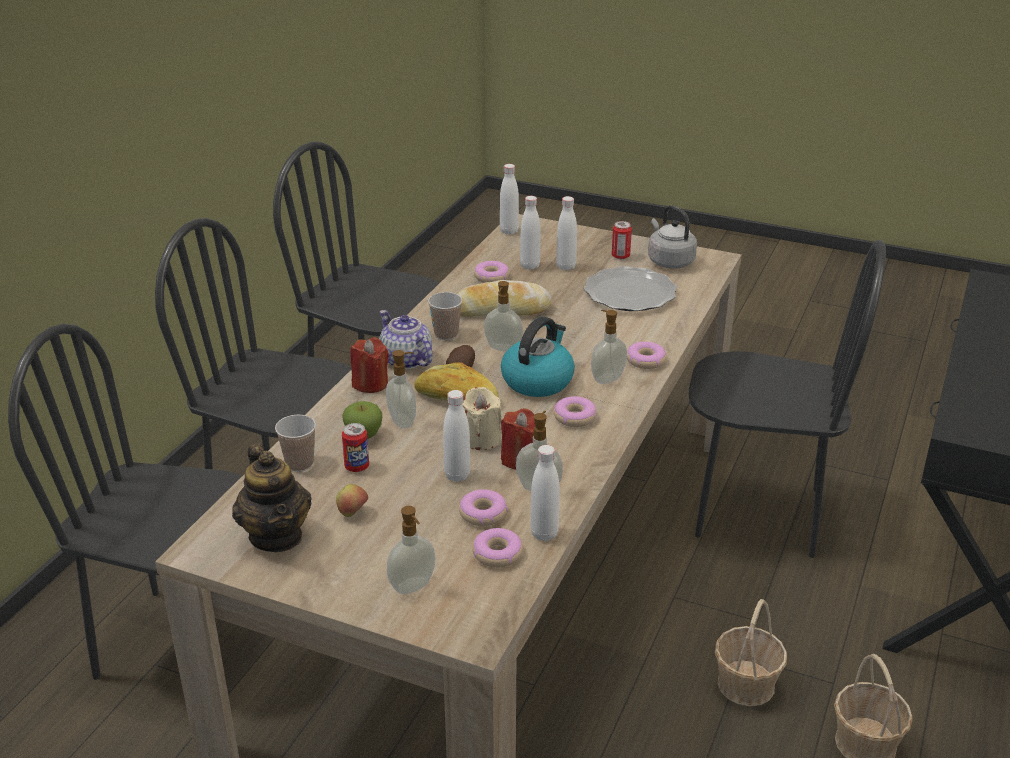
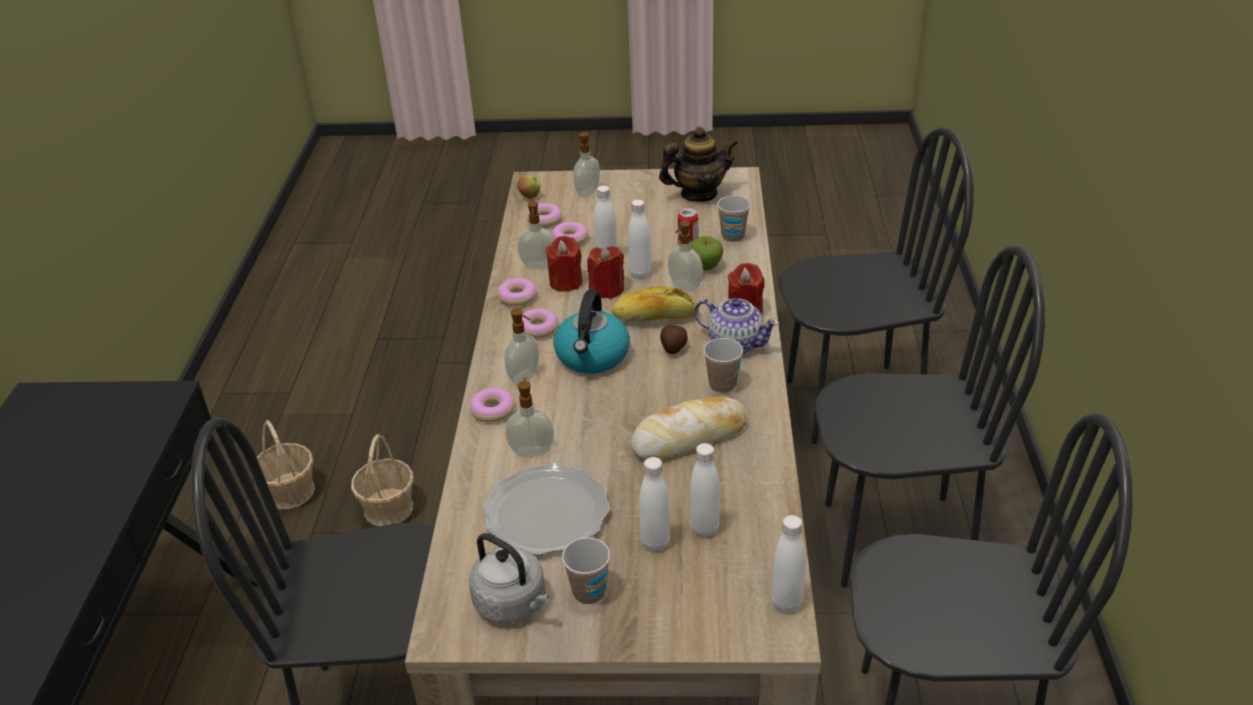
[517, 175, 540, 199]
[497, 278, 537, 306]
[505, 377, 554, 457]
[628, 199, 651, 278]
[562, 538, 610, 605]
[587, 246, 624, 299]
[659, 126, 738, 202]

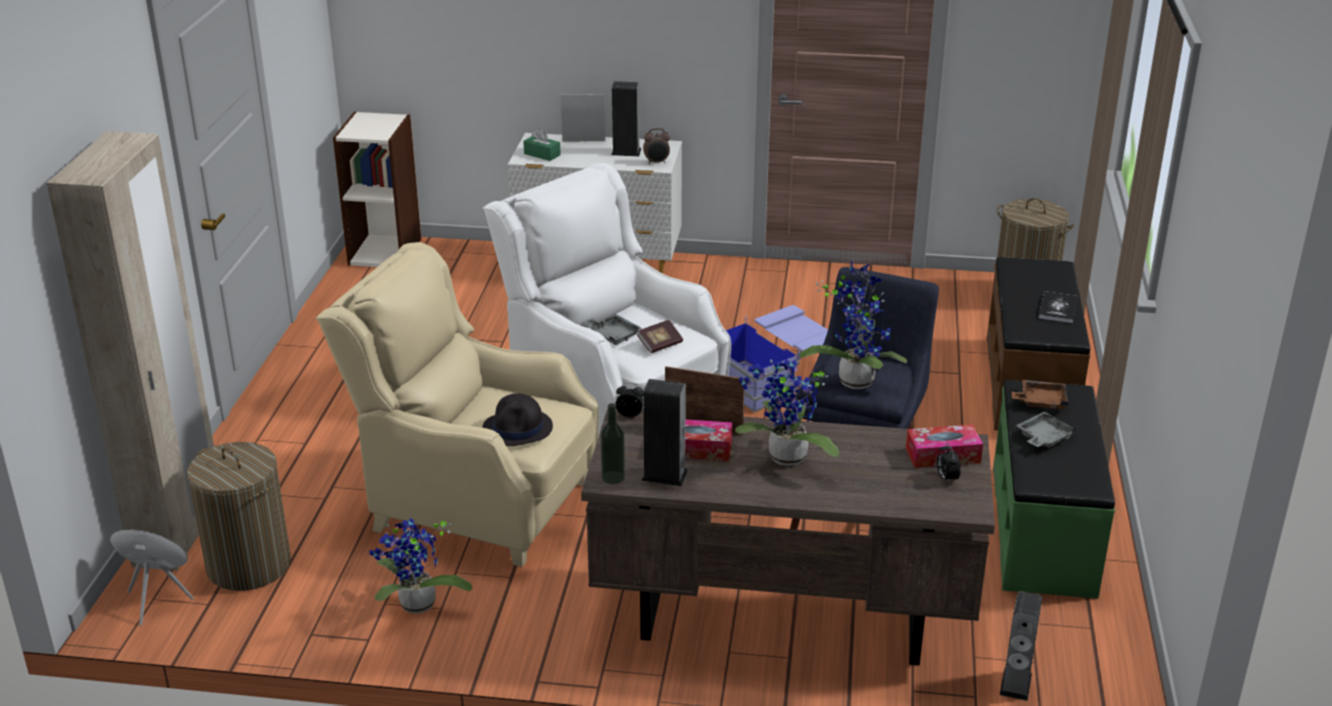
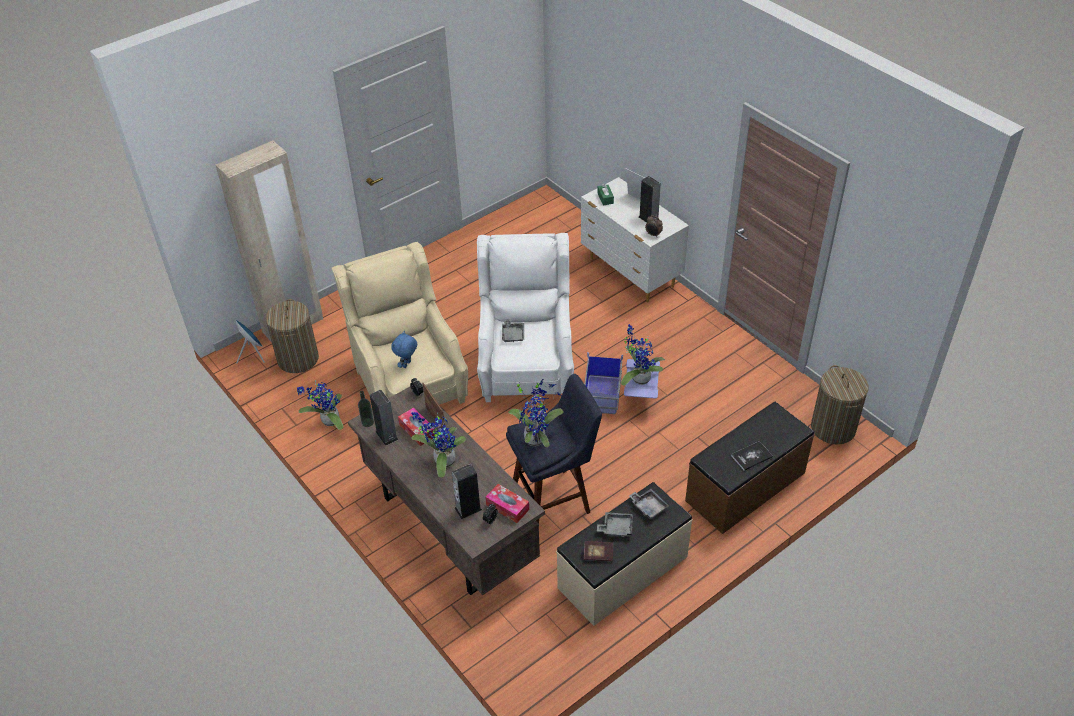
[333, 112, 421, 267] (first image)
[621, 324, 665, 386]
[584, 541, 613, 562]
[452, 464, 482, 519]
[391, 331, 417, 368]
[556, 482, 693, 626]
[629, 489, 669, 519]

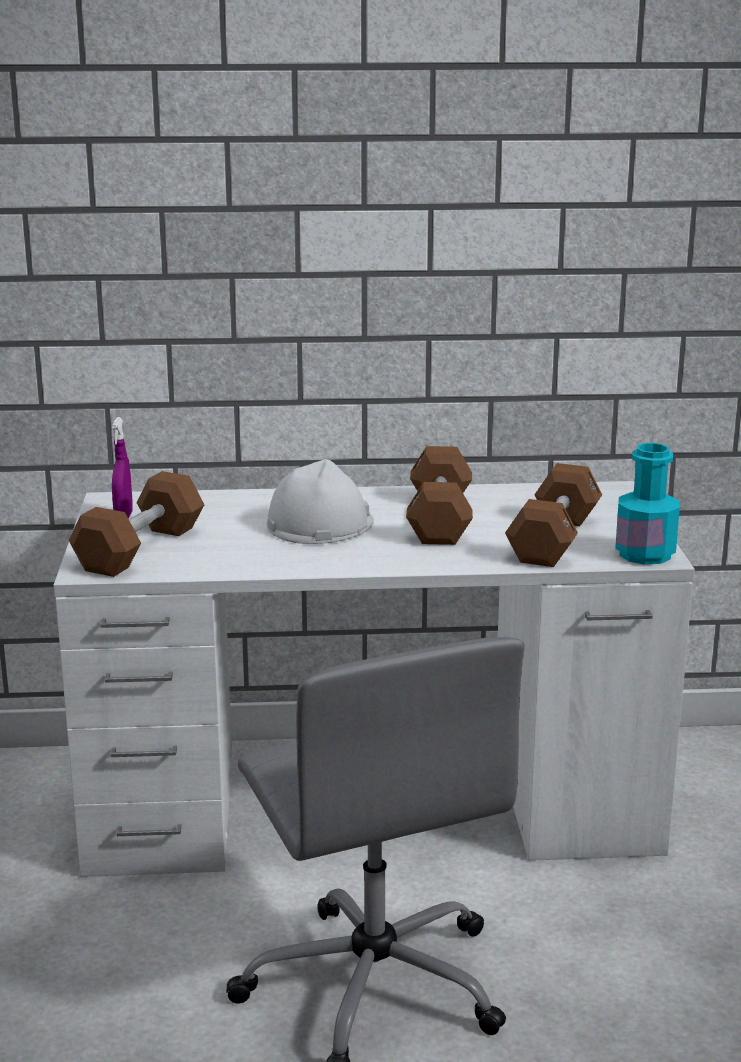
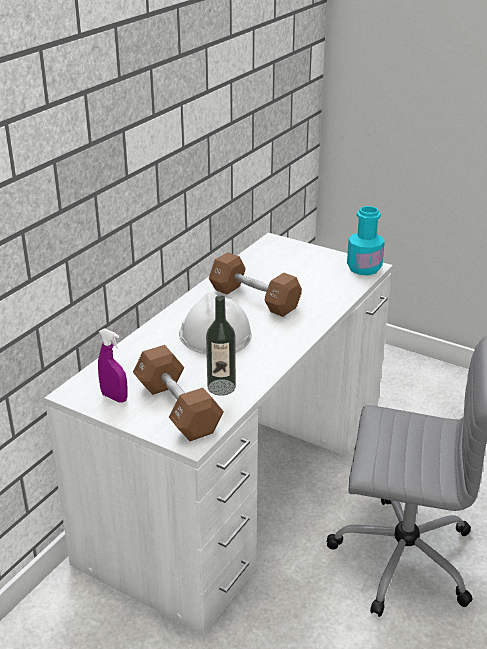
[505, 463, 602, 567] (first image)
[206, 295, 236, 396]

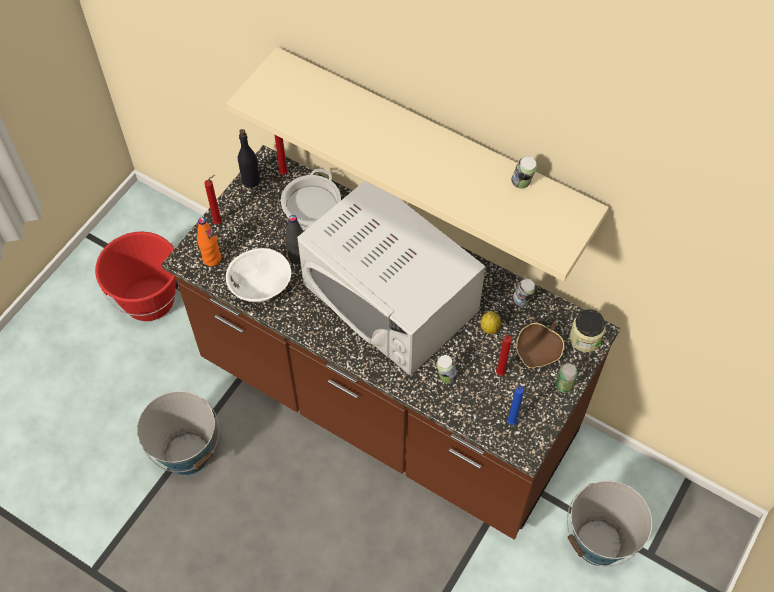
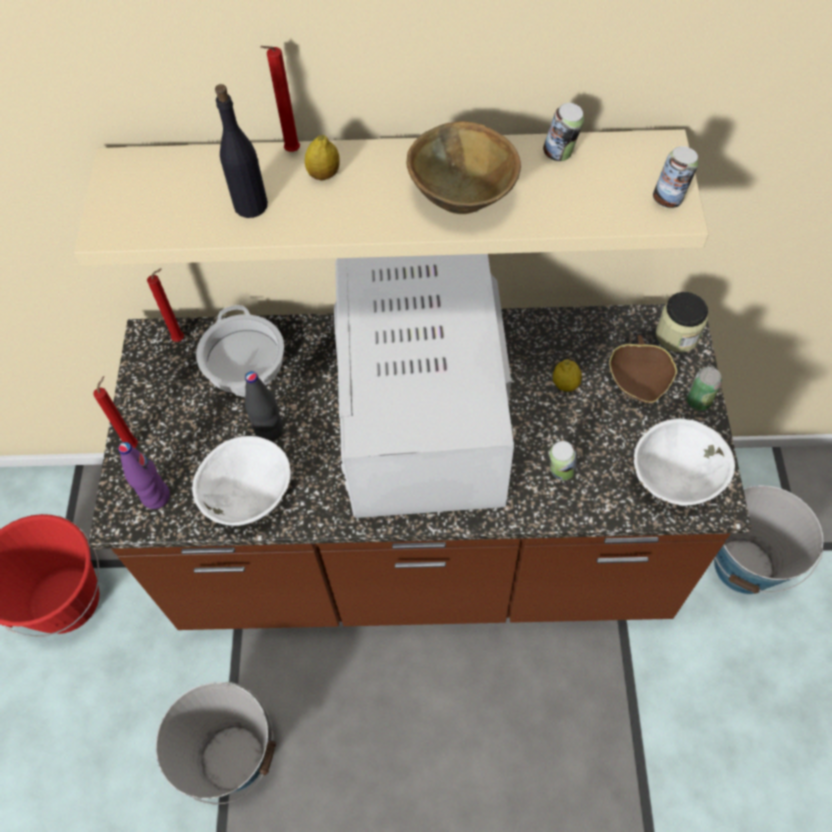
[305, 135, 340, 181]
[406, 121, 521, 214]
[215, 84, 268, 218]
[260, 46, 300, 152]
[653, 146, 698, 208]
[634, 418, 735, 506]
[118, 442, 170, 509]
[334, 254, 514, 518]

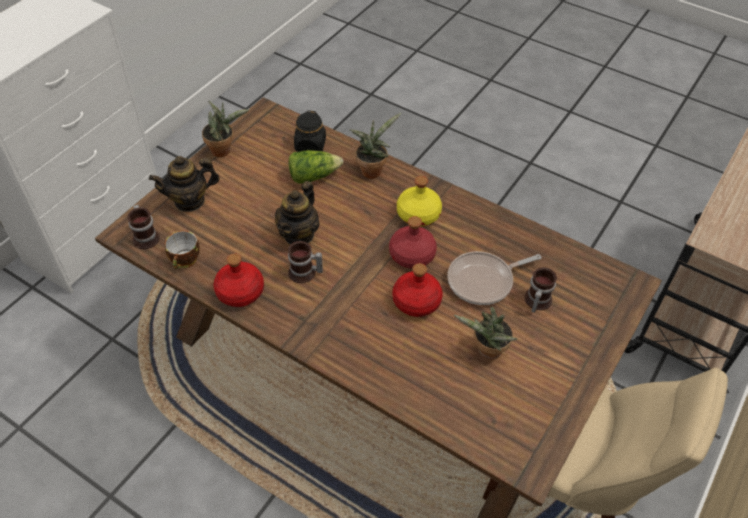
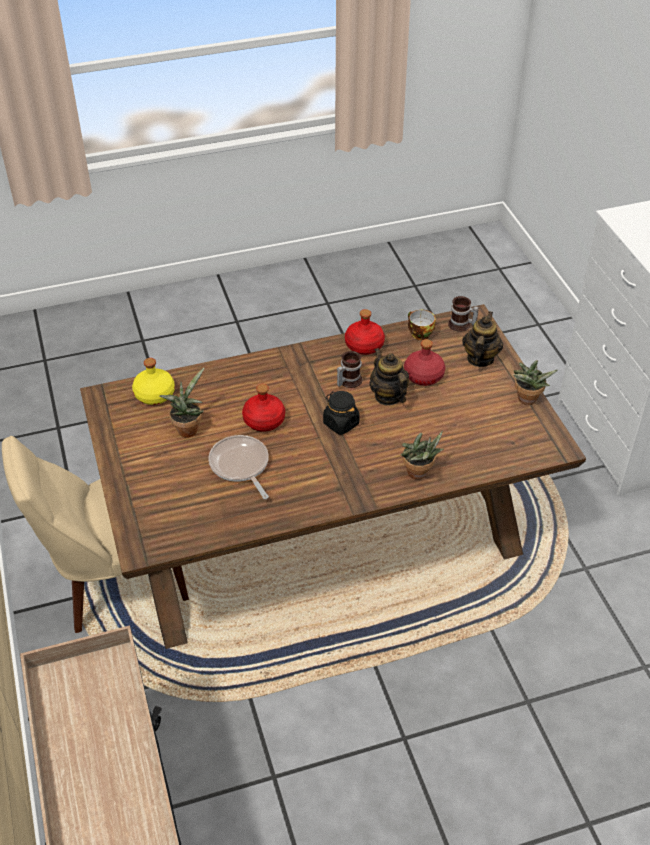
[288, 150, 343, 184] (first image)
[524, 267, 557, 313] (first image)
[323, 391, 360, 435]
[404, 339, 445, 386]
[132, 358, 175, 405]
[208, 435, 269, 499]

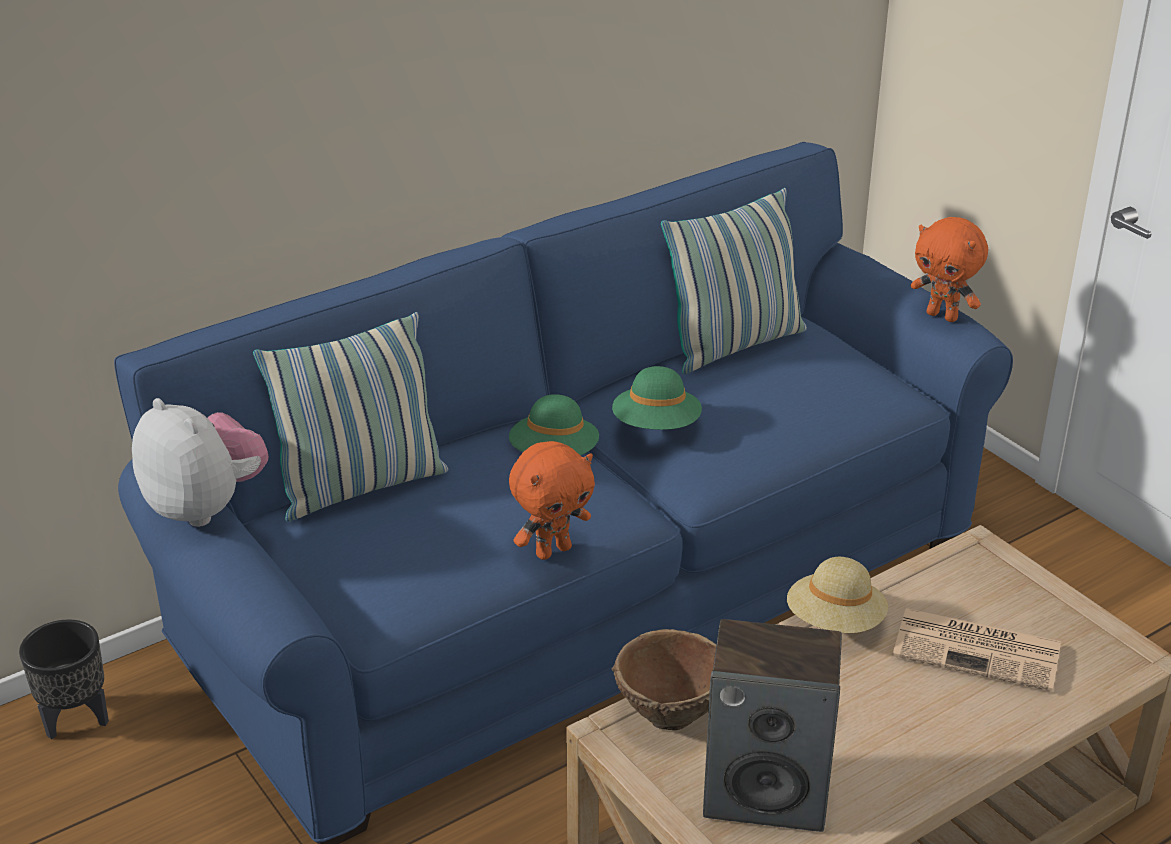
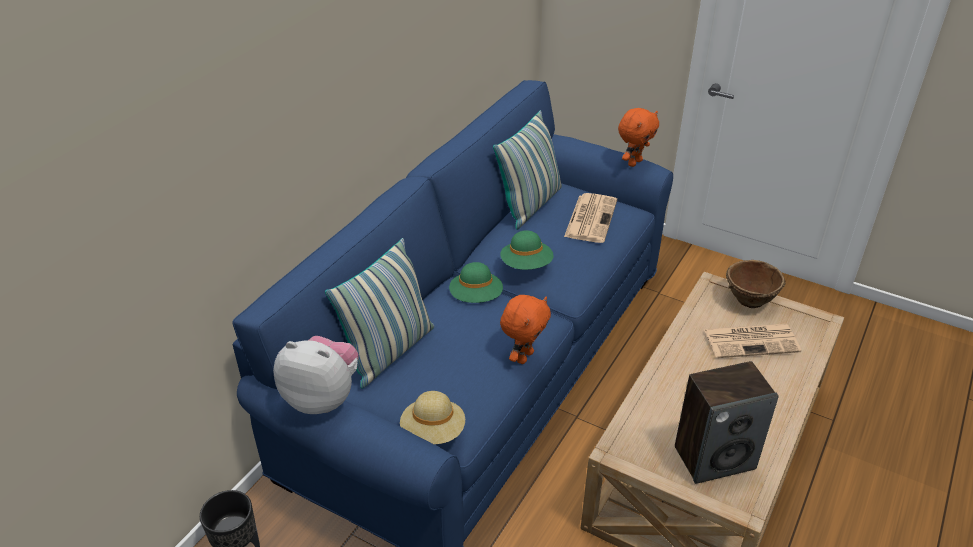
[564, 193, 617, 243]
[726, 260, 786, 308]
[400, 391, 465, 444]
[618, 108, 659, 167]

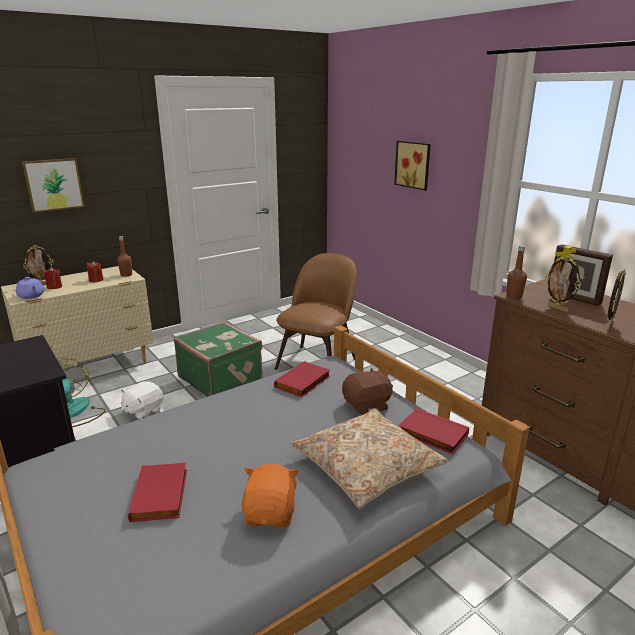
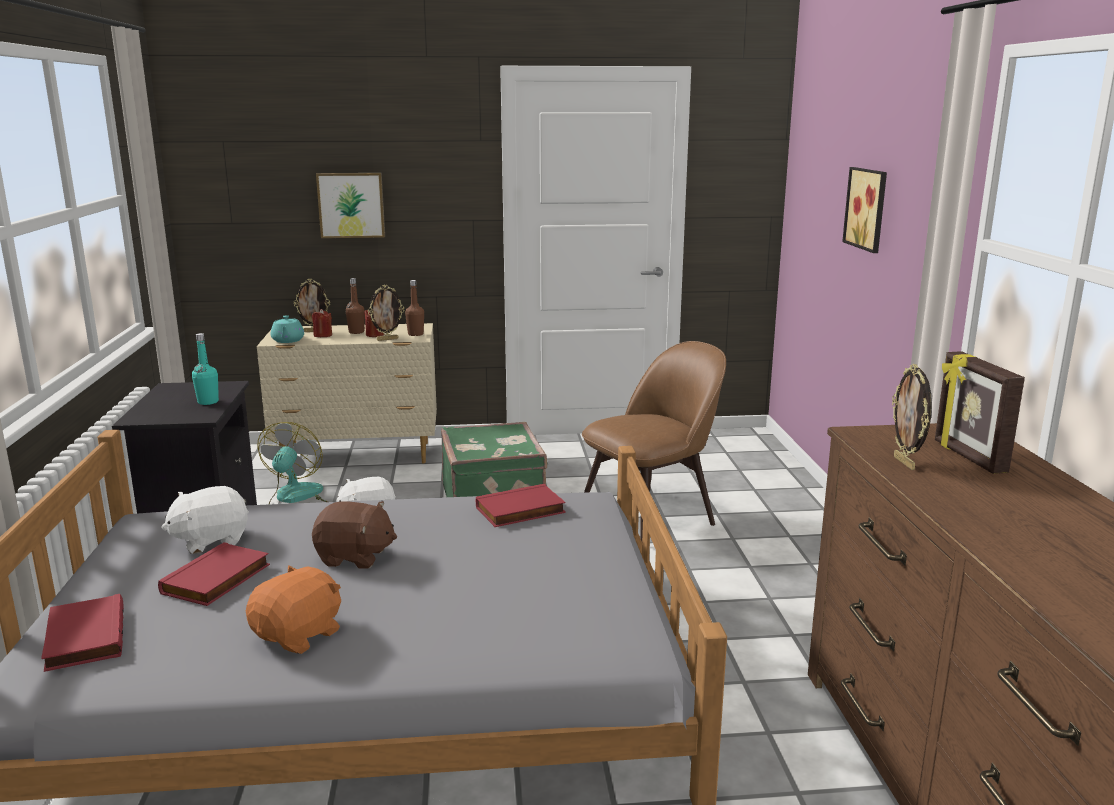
[291, 408, 449, 509] (first image)
[161, 486, 249, 554]
[192, 333, 219, 405]
[312, 501, 397, 569]
[41, 594, 124, 672]
[346, 278, 365, 334]
[368, 285, 404, 341]
[271, 315, 304, 343]

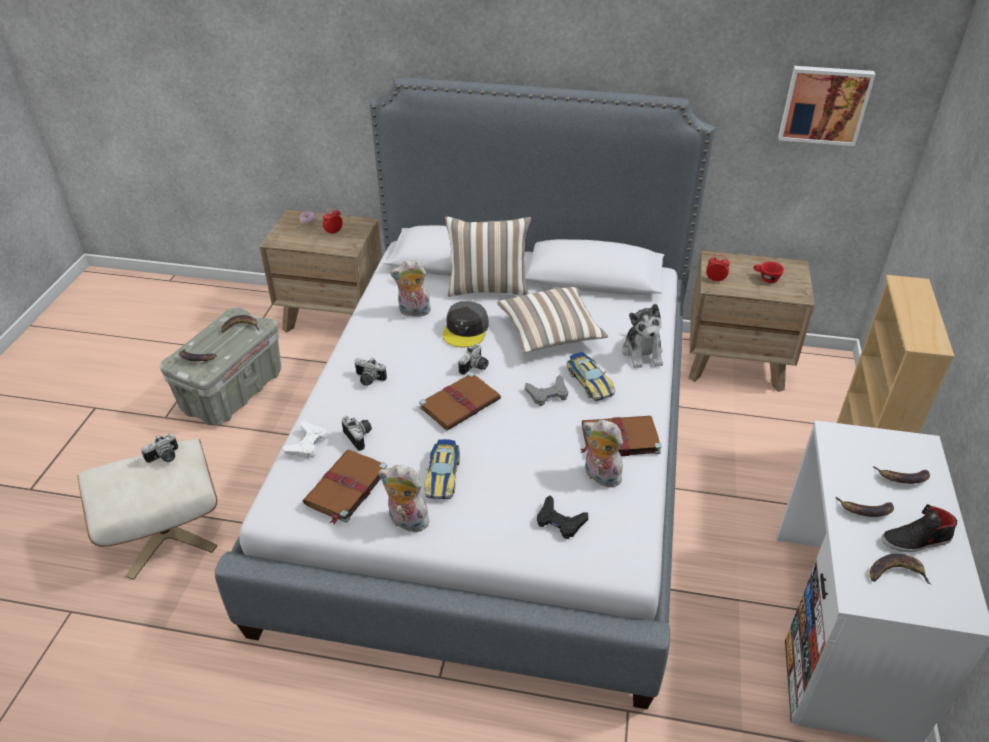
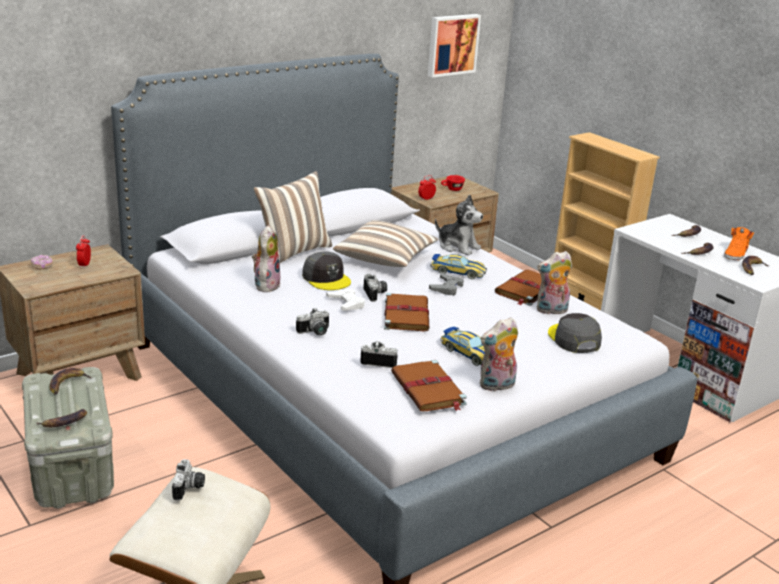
[326, 289, 365, 311]
[548, 313, 602, 353]
[724, 227, 754, 260]
[252, 225, 281, 292]

